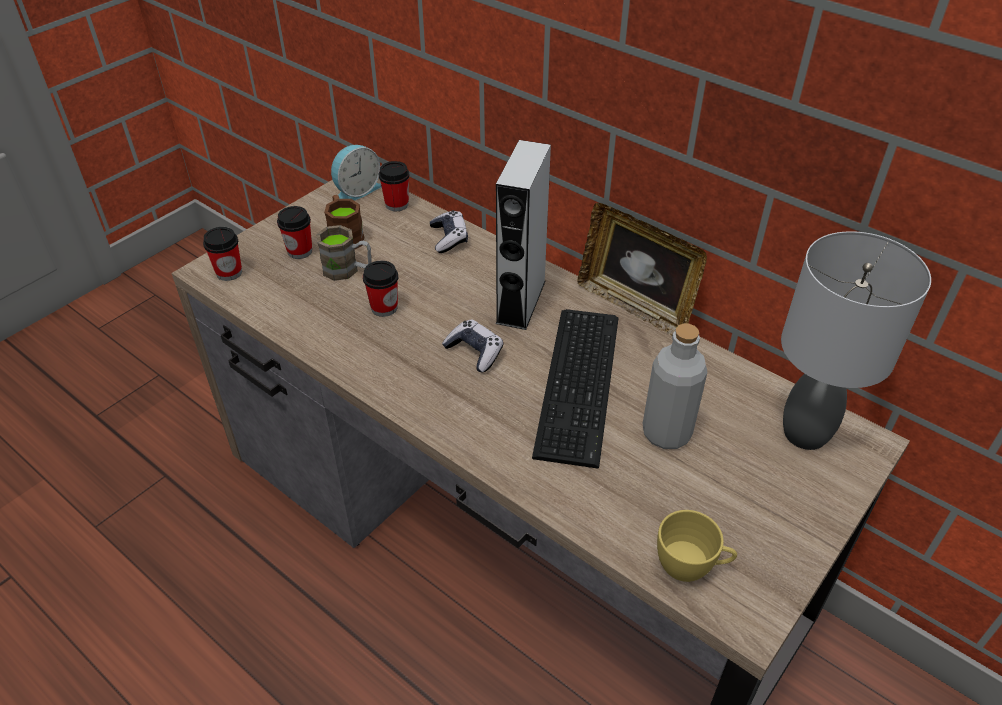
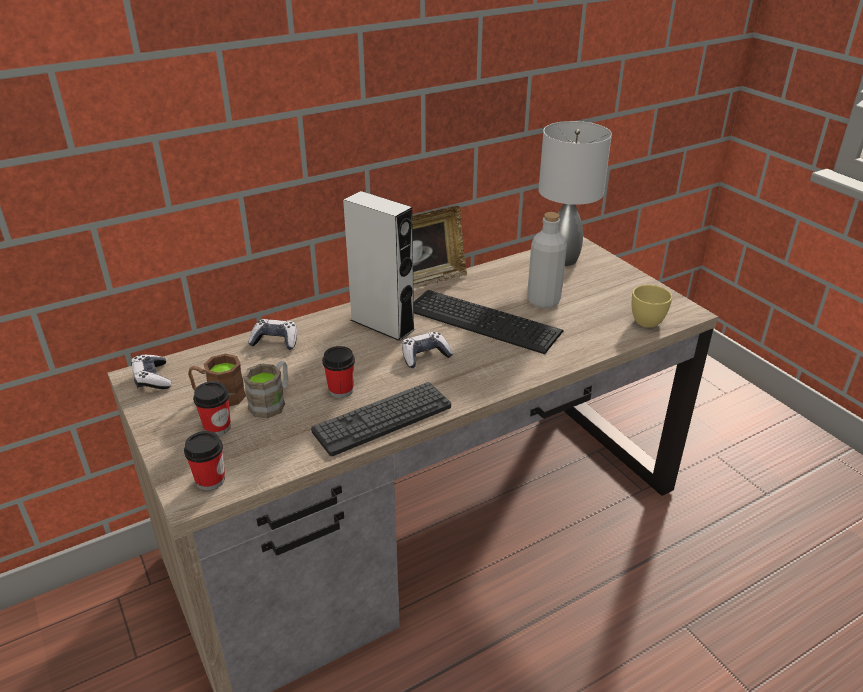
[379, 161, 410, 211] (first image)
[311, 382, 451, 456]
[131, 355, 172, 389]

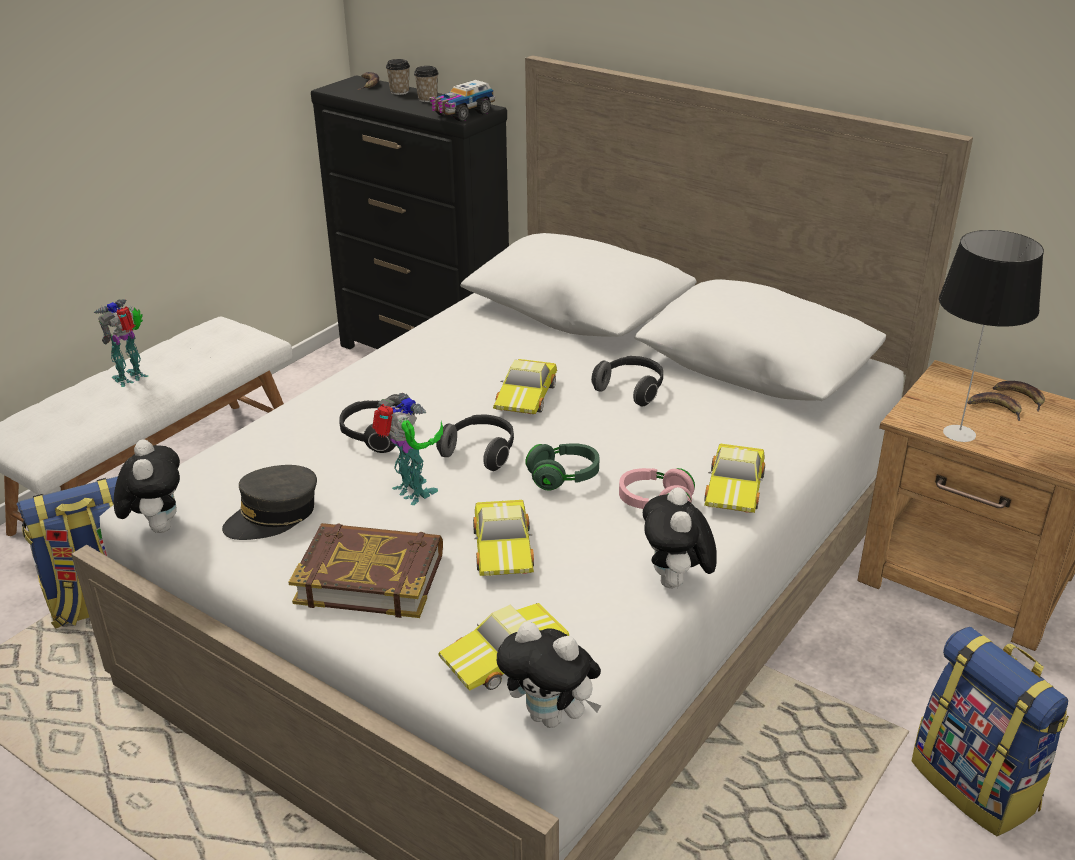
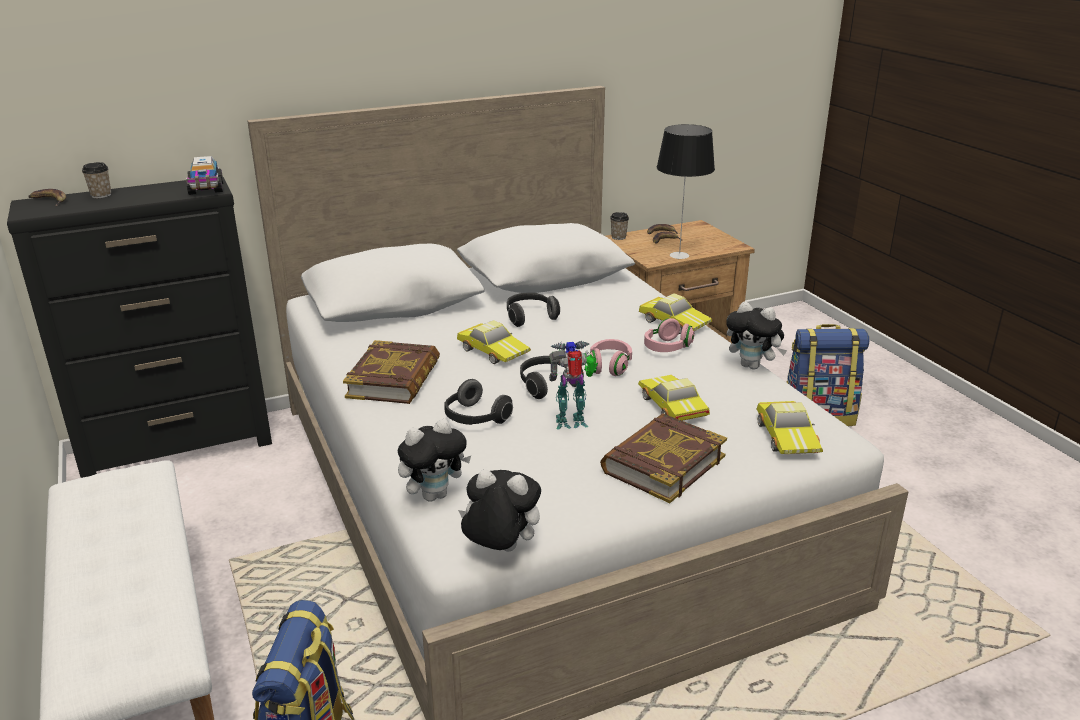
[93, 299, 148, 387] (first image)
[222, 465, 317, 540] (first image)
[343, 340, 440, 404]
[610, 212, 629, 240]
[398, 419, 471, 502]
[589, 339, 632, 376]
[638, 375, 710, 421]

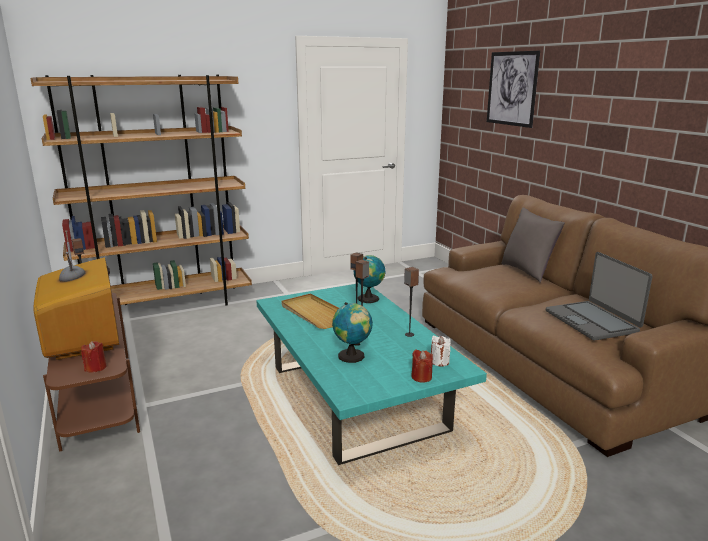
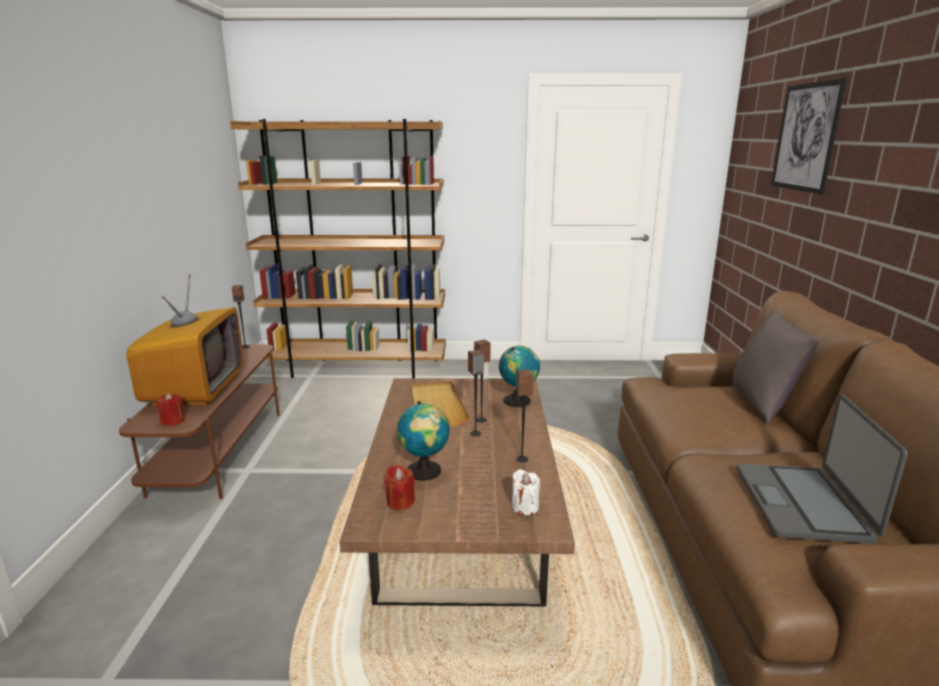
[385, 464, 415, 510]
[339, 378, 575, 606]

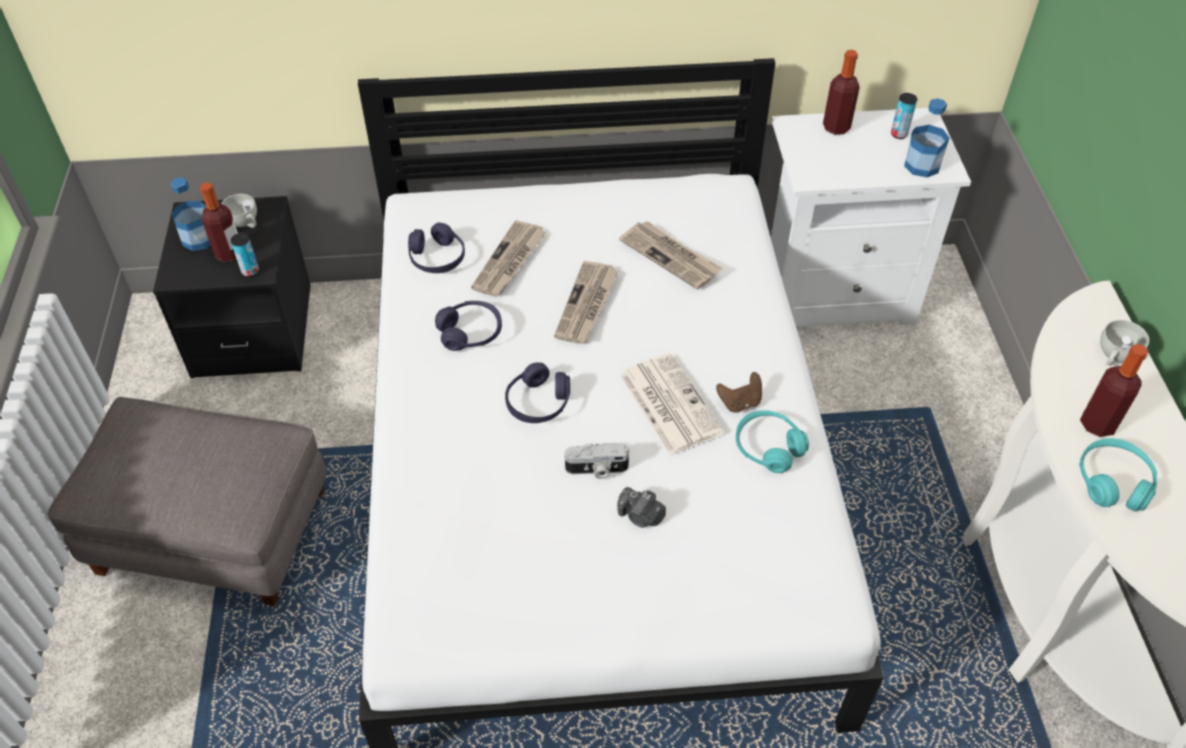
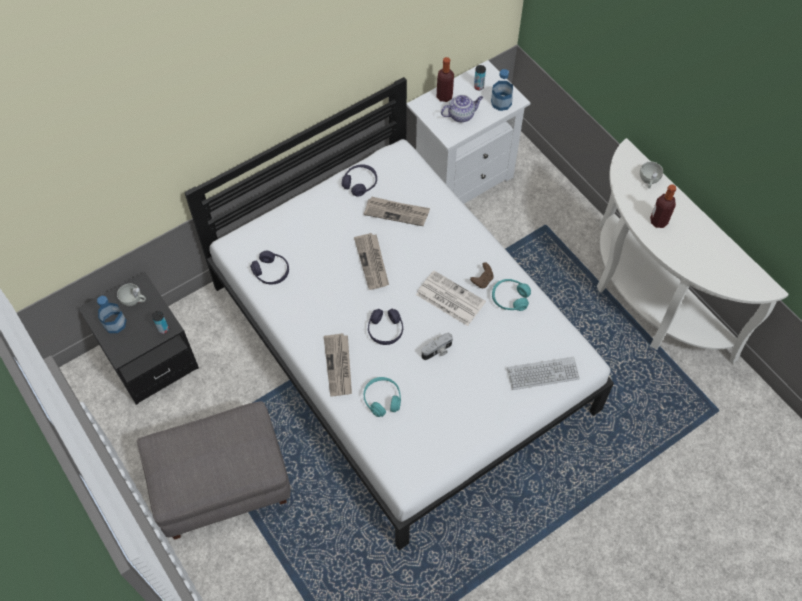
[200, 182, 238, 262] (first image)
[617, 487, 666, 528] (first image)
[441, 95, 483, 123]
[507, 357, 580, 390]
[342, 164, 377, 197]
[324, 333, 352, 396]
[364, 377, 401, 417]

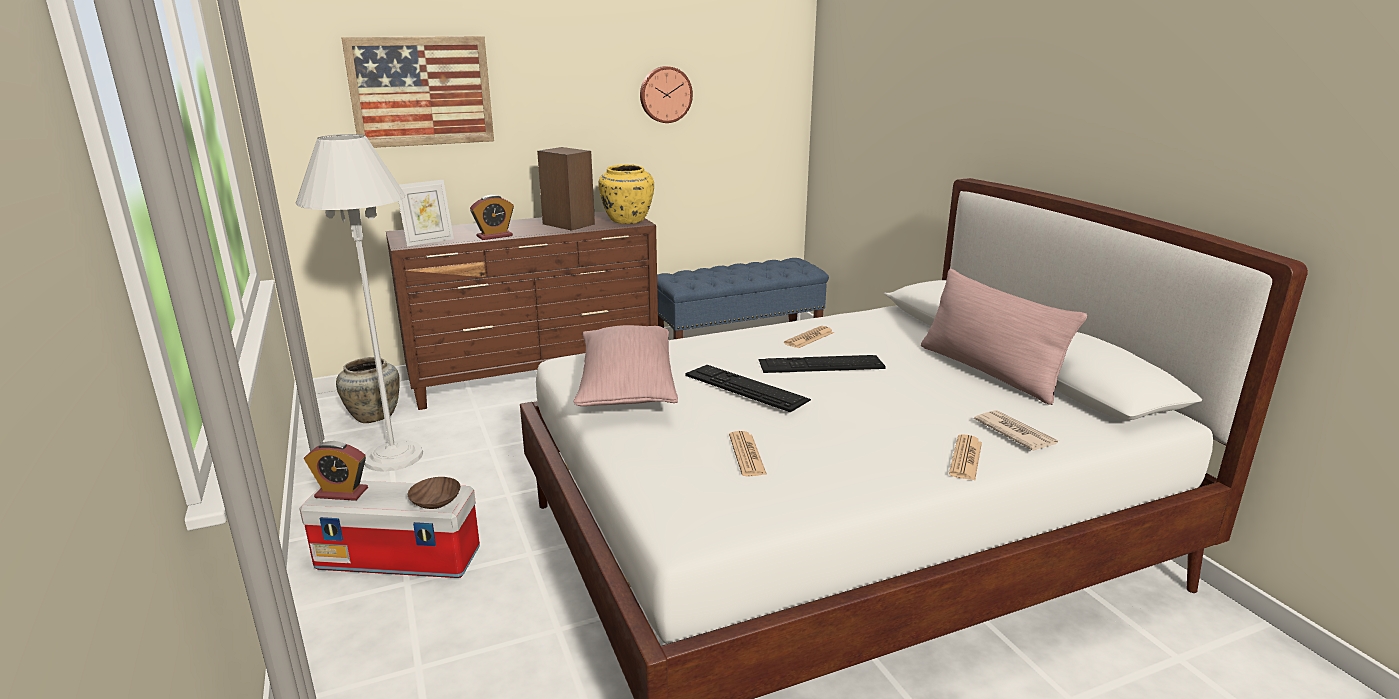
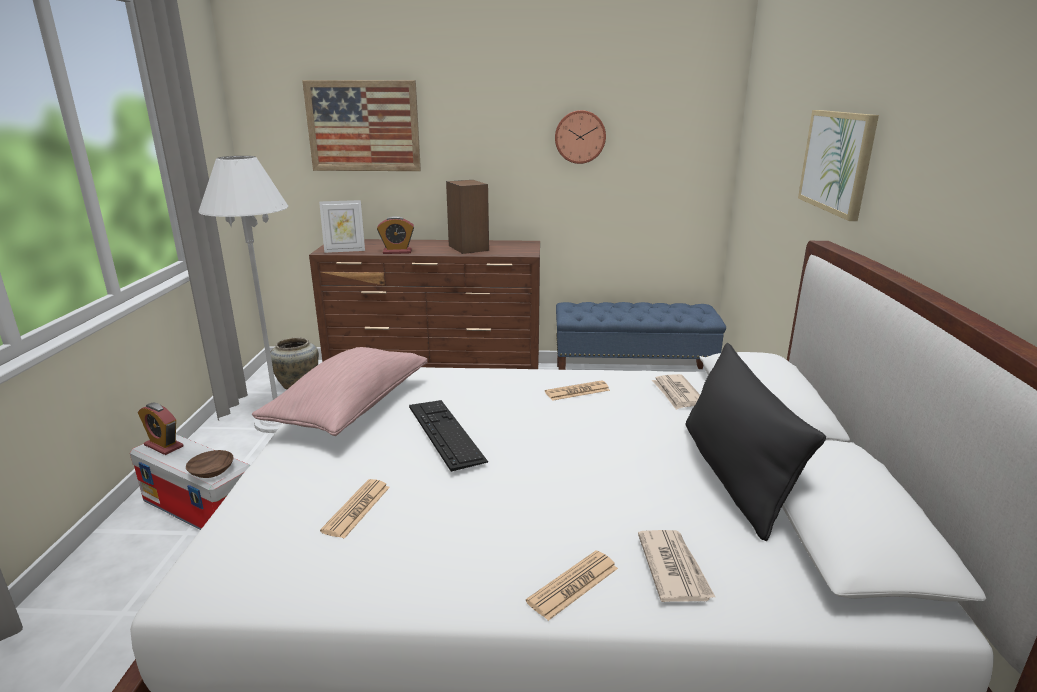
[598, 164, 654, 224] (first image)
[759, 355, 886, 373] (first image)
[652, 374, 700, 410]
[798, 110, 879, 221]
[685, 343, 826, 541]

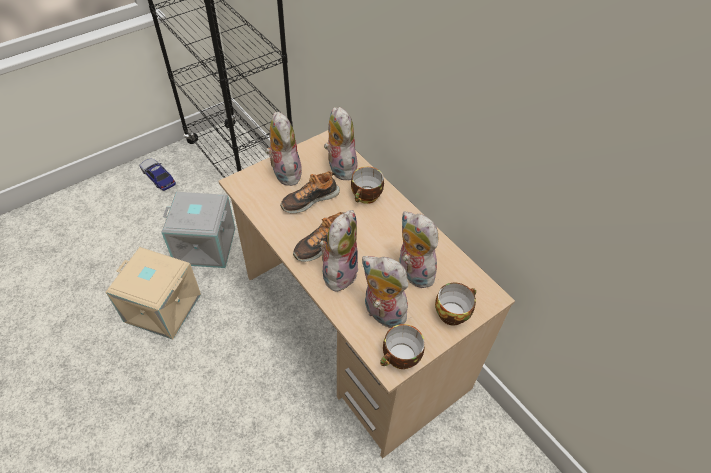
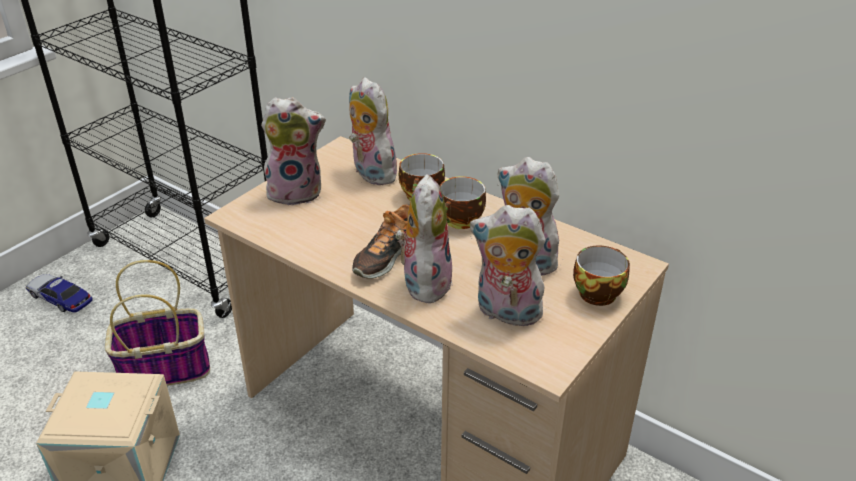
[280, 171, 340, 213] (first image)
[440, 176, 486, 229]
[105, 260, 210, 386]
[261, 97, 326, 206]

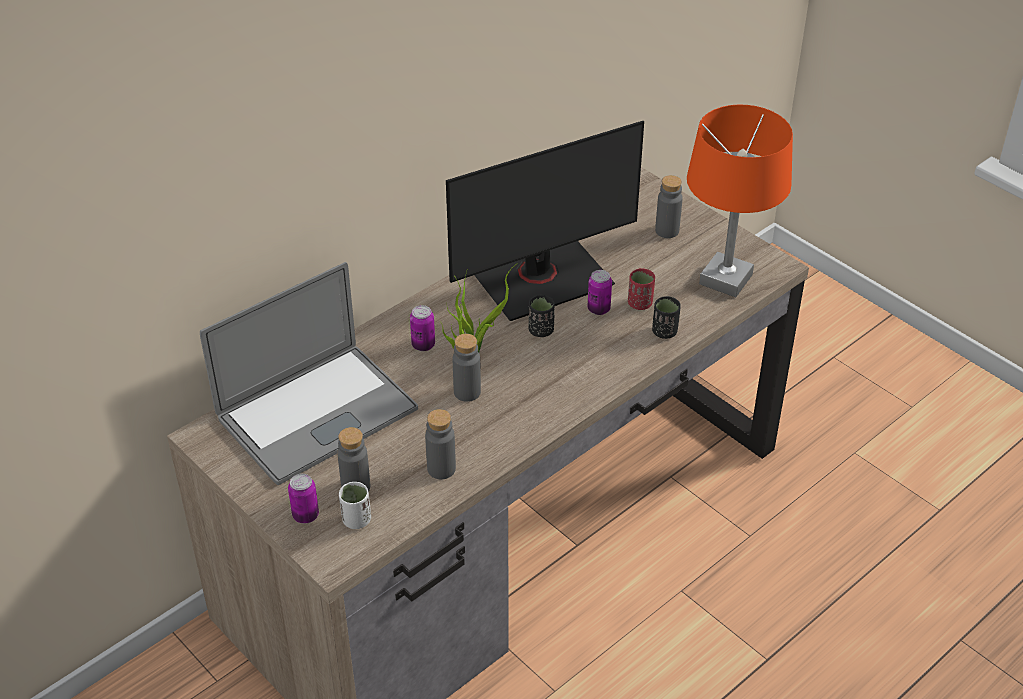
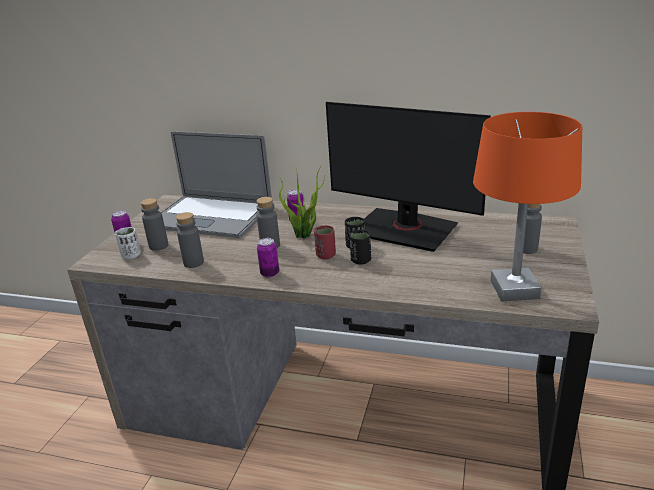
[257, 238, 279, 278]
[314, 225, 336, 259]
[349, 230, 371, 265]

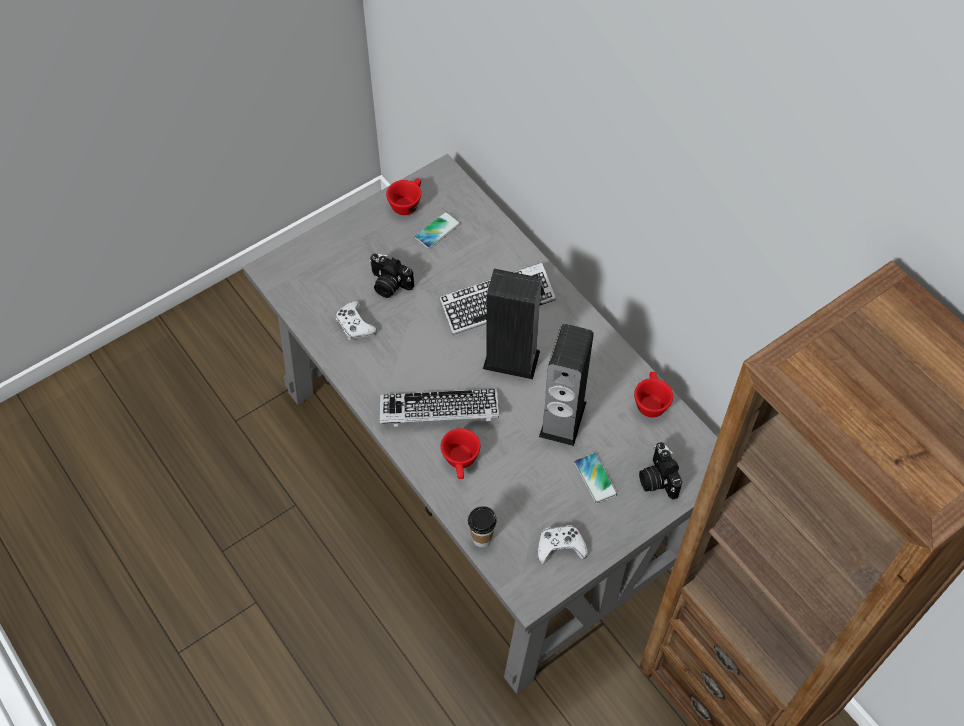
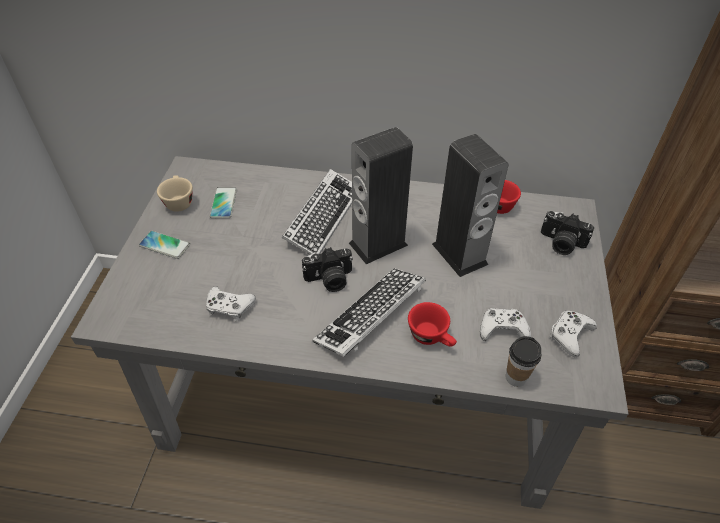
[480, 308, 531, 341]
[302, 247, 353, 292]
[139, 231, 190, 259]
[157, 175, 193, 212]

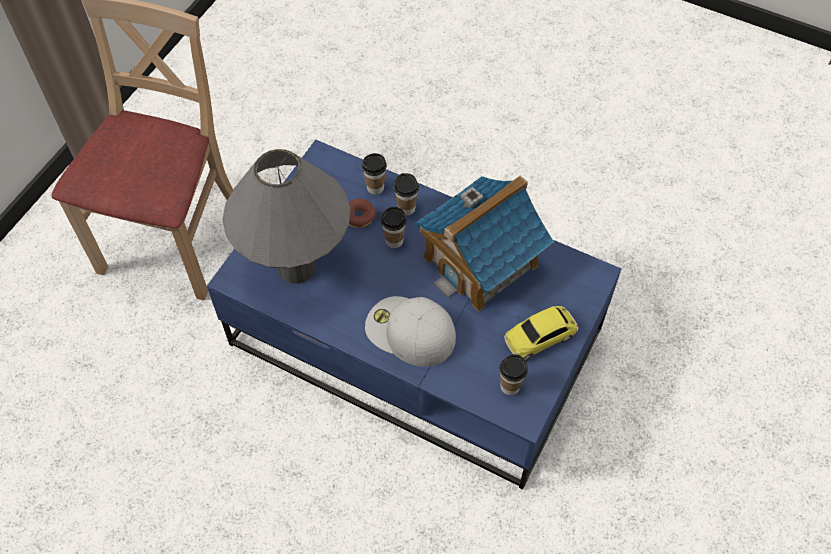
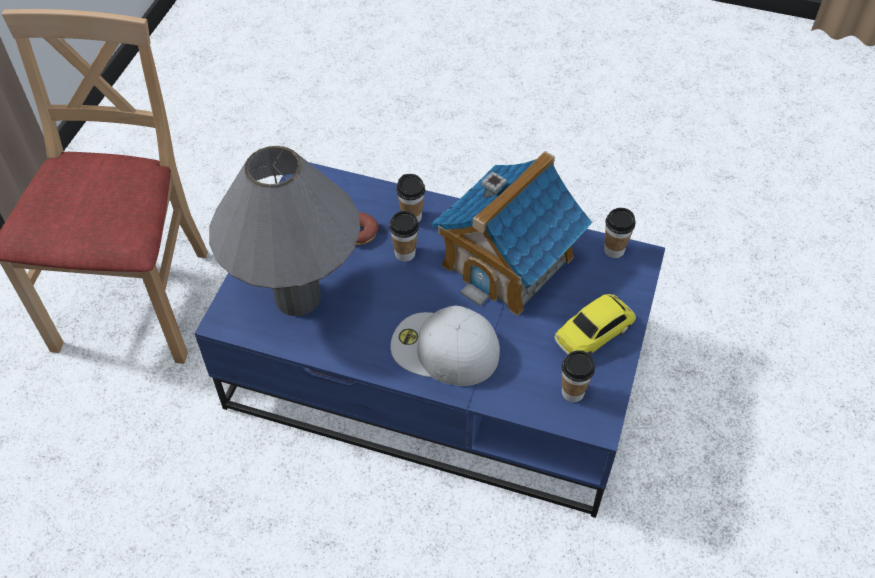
[604, 208, 635, 258]

